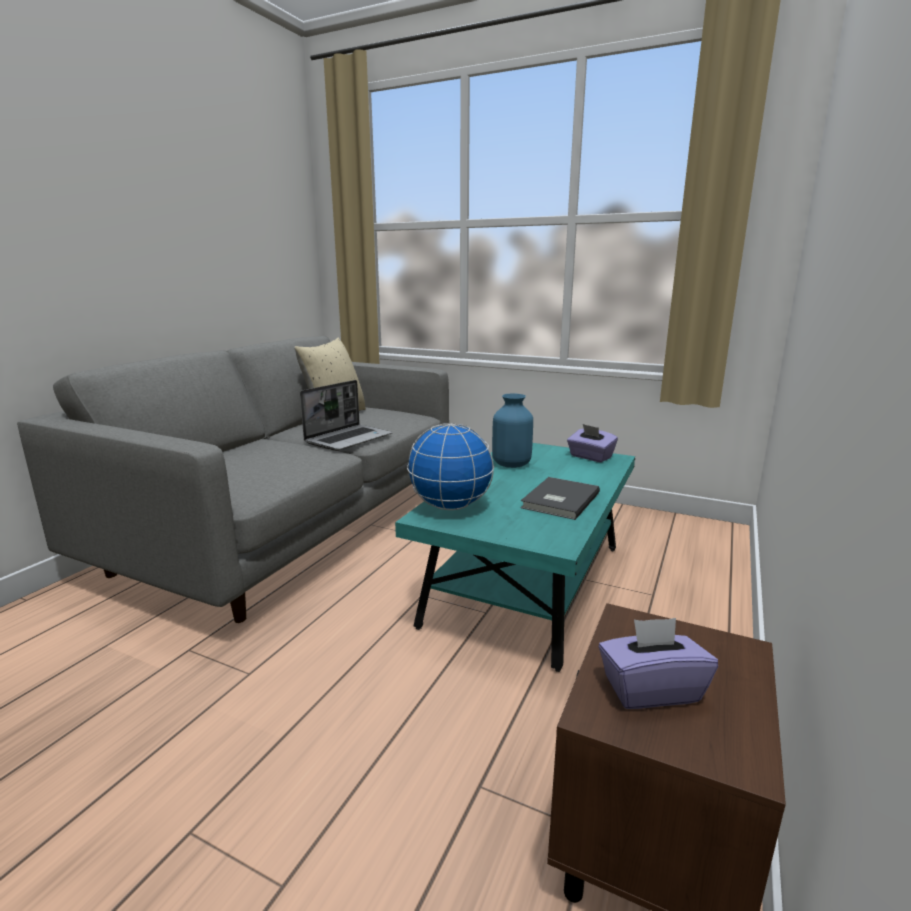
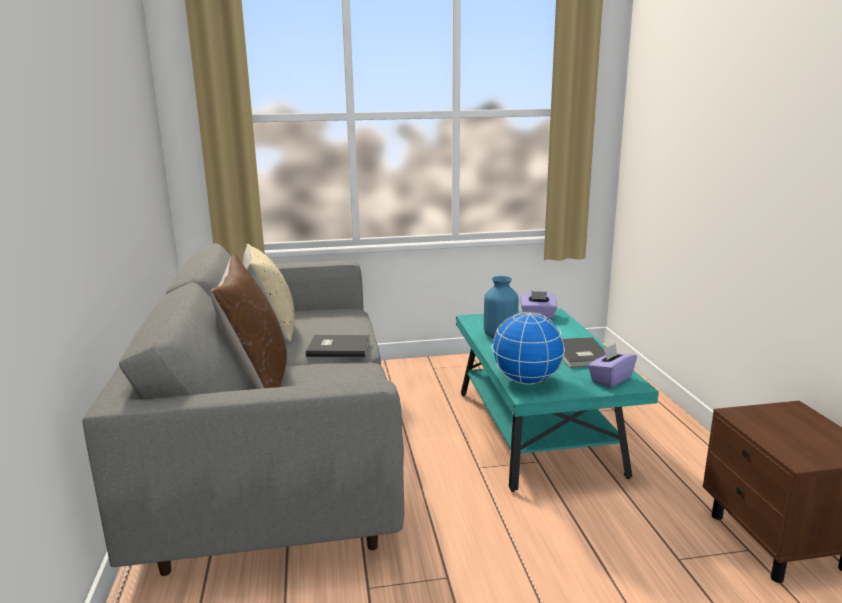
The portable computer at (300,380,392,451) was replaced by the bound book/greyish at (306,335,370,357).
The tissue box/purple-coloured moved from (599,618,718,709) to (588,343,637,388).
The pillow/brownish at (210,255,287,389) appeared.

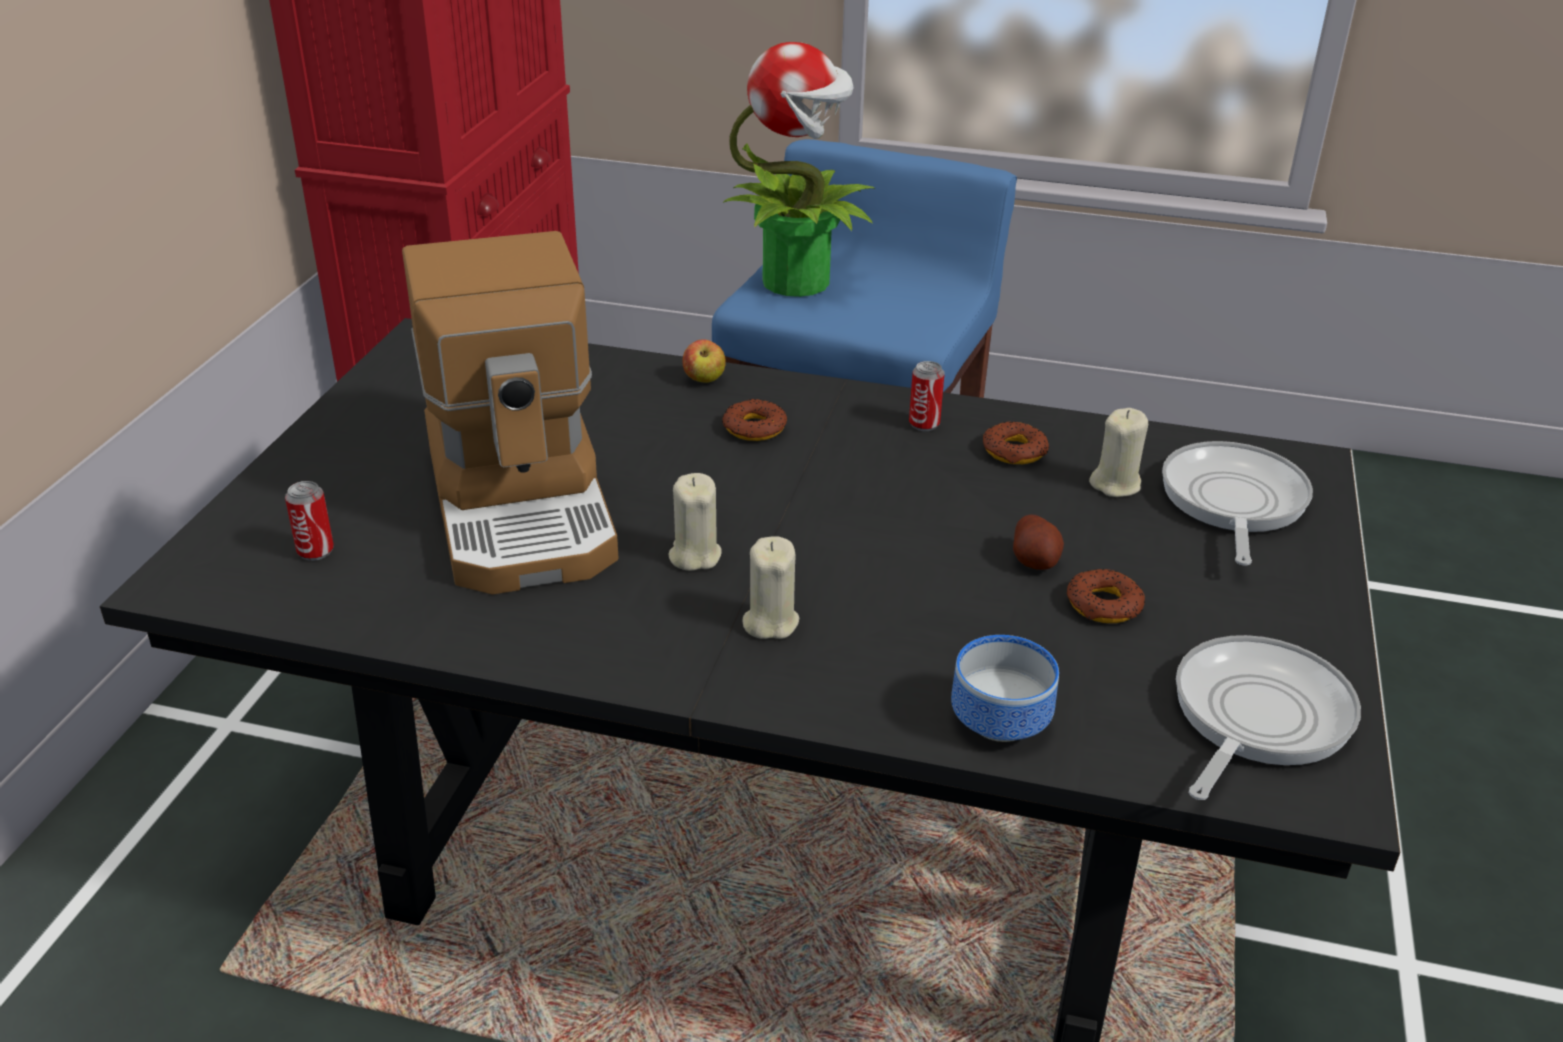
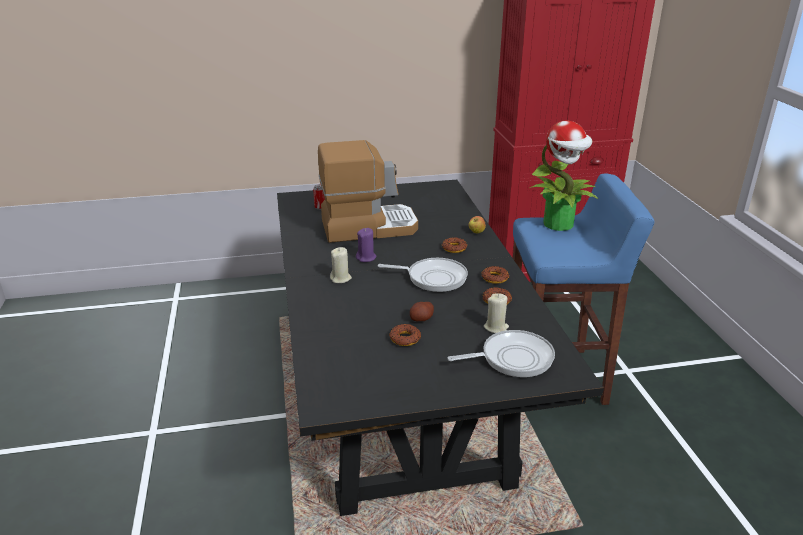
The coffee machine at (402,231,618,595) turned 150 degrees counterclockwise.
The wax light/beige-coloured at (668,473,722,571) became the wax light/purple-coloured at (356,228,376,262).
The metal can at (909,361,944,431) was replaced by the doughnut at (481,266,510,284).
The bowl at (951,635,1059,742) disappeared.
The skillet moved from (1176,635,1361,800) to (378,258,468,292).

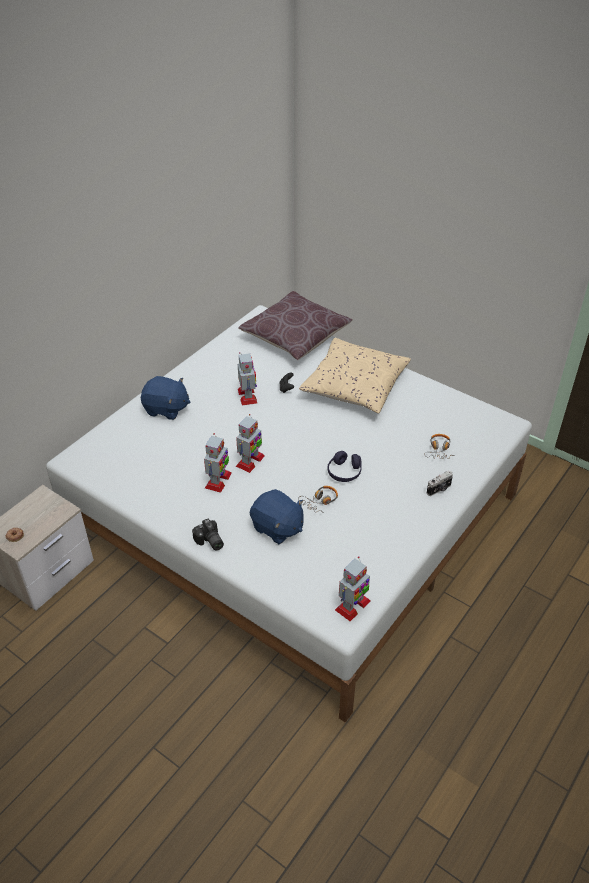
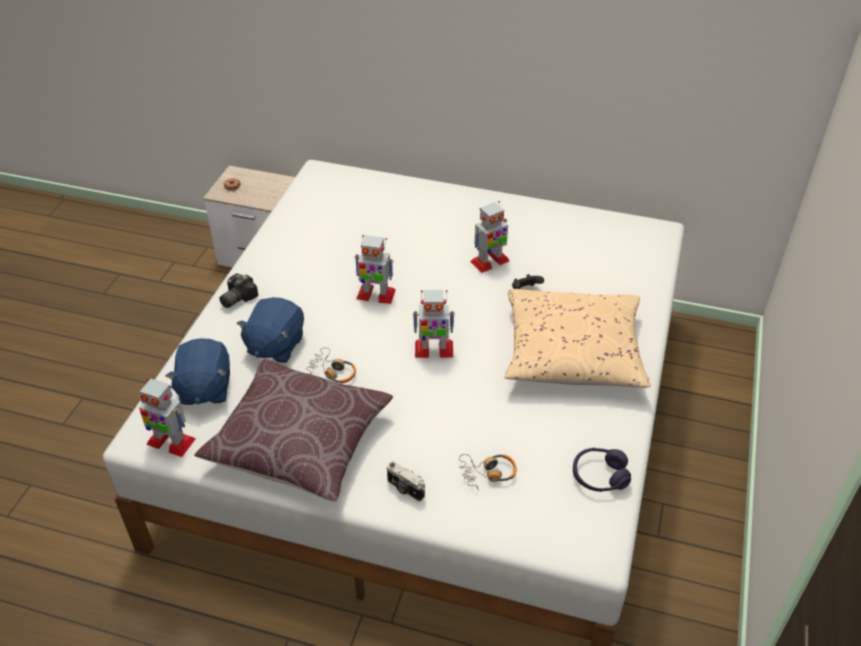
The cuddly toy/bluish moved from (141,376,190,420) to (165,338,230,405).
The model robot moved from (204,433,232,493) to (413,290,455,358).
The pillow/brownish moved from (238,291,353,360) to (194,359,393,502).
The headphones/purple-coloured moved from (328,451,362,482) to (573,448,631,492).

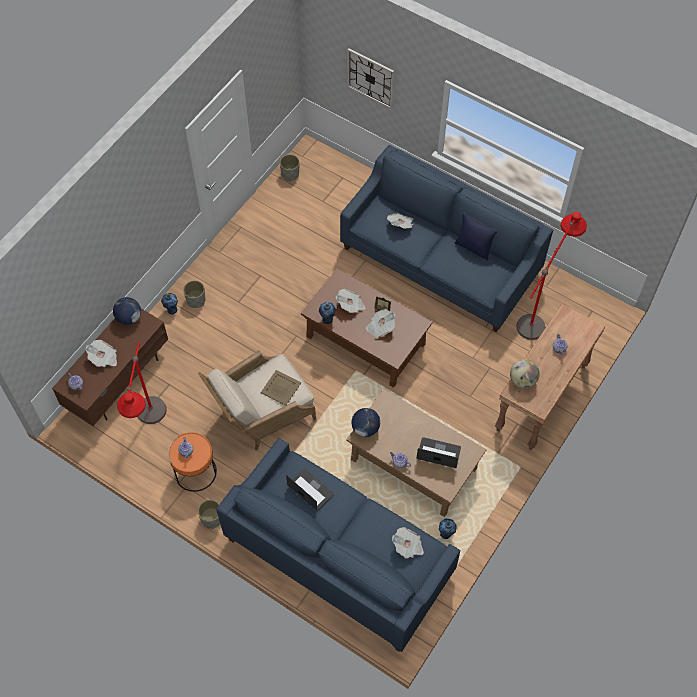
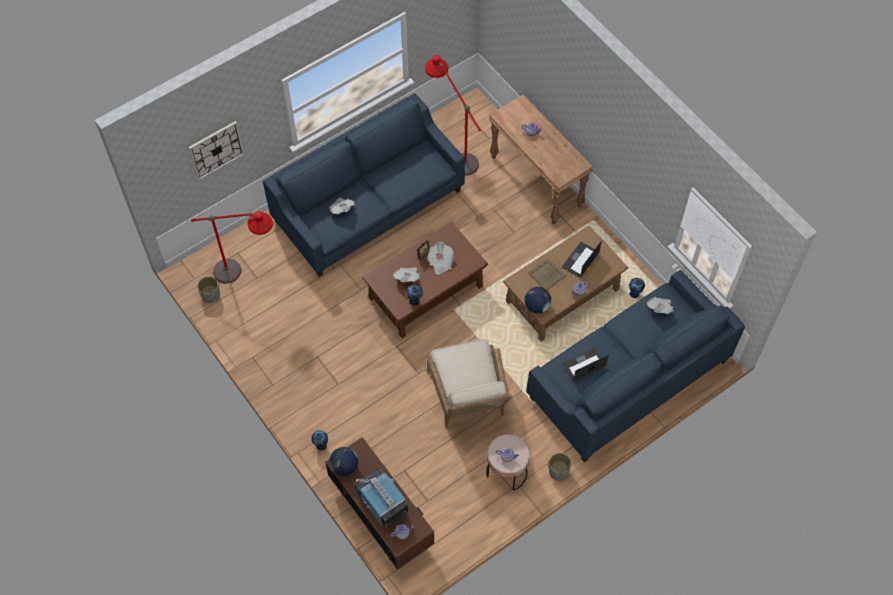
The newspaper at (86,340,117,367) was replaced by the TV set at (355,467,408,528).
The standing lamp/reddish moved from (117,343,167,424) to (191,211,273,283).
The side table/orange at (168,432,217,492) became the side table/pink at (486,434,530,490).
The plant pot/greyish at (183,280,205,308) disappeared.
The carrying tray/beige-coloured moved from (261,370,301,406) to (528,257,566,290).
The pillow/bluish at (455,213,498,260) disappeared.
The desk globe at (510,359,540,388) disappeared.

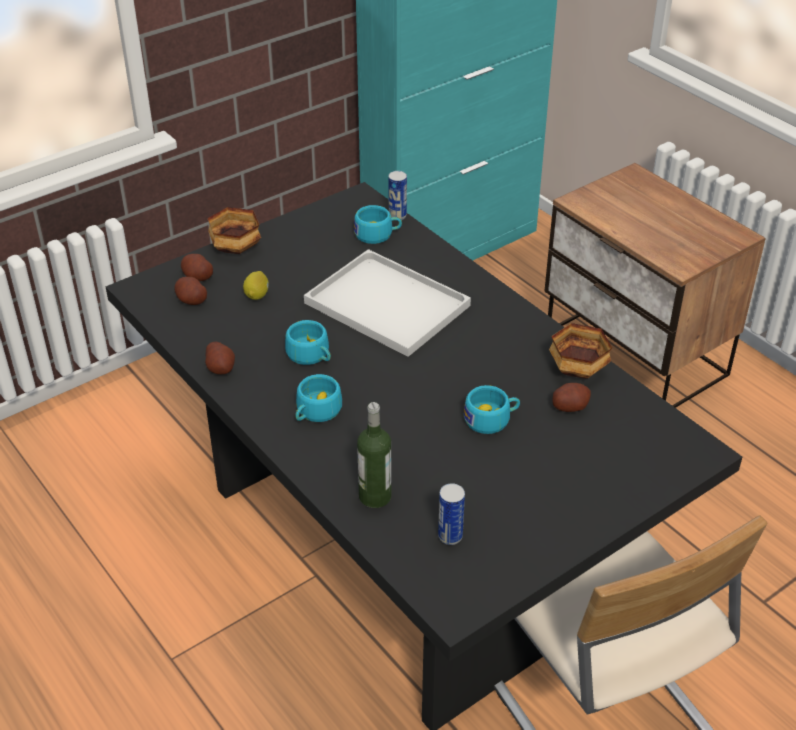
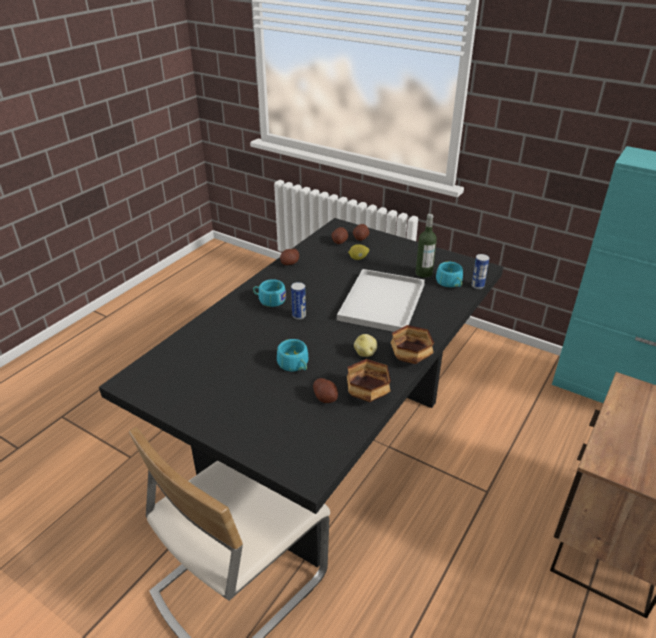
The bowl moved from (208,207,261,254) to (390,325,434,364).
The cup/turquoise at (285,320,331,365) disappeared.
The beverage bottle moved from (357,402,391,508) to (416,214,437,278).
The metal can moved from (438,483,465,545) to (291,282,306,320).
The whole potato at (354,334,377,357) appeared.

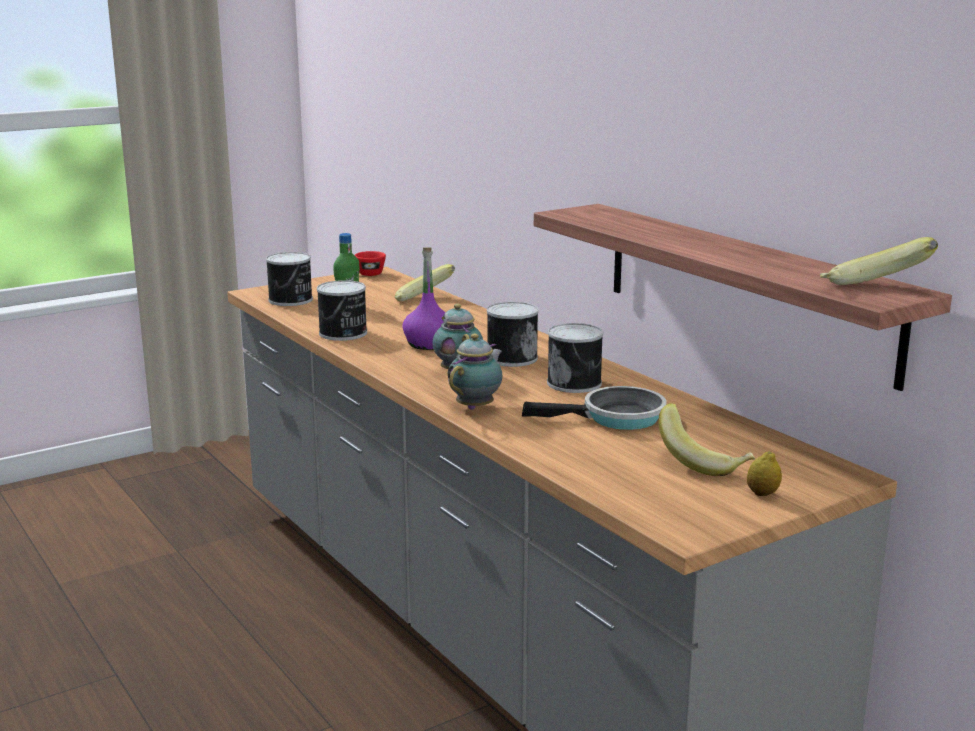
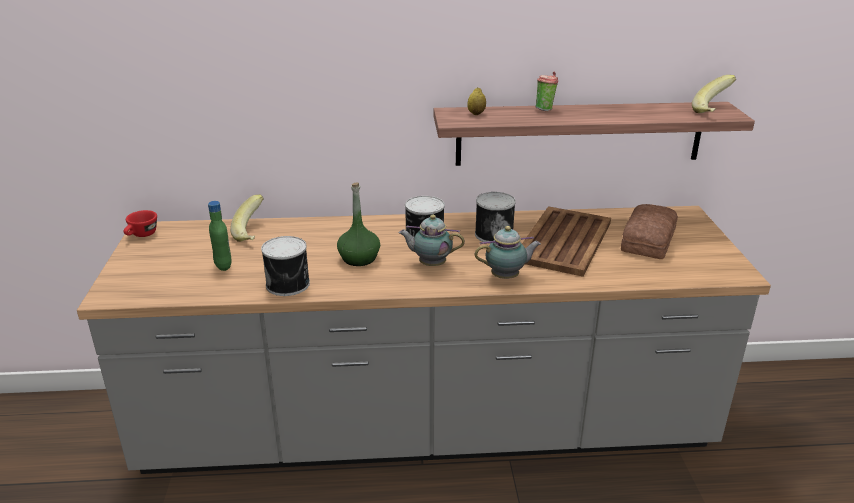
The metal can at (266,252,313,306) disappeared.
The beverage bottle/purple-coloured at (402,247,446,350) became the beverage bottle/greenish at (337,182,380,266).
The tea pot at (447,333,503,410) turned 105 degrees clockwise.
The skillet at (522,386,667,430) was replaced by the carrying tray/brownish at (522,206,611,277).
The whole banana at (658,403,755,476) was replaced by the bread at (621,204,678,259).
The whole lemon moved from (747,451,782,496) to (467,87,486,115).
The cup at (535,72,558,111) appeared.

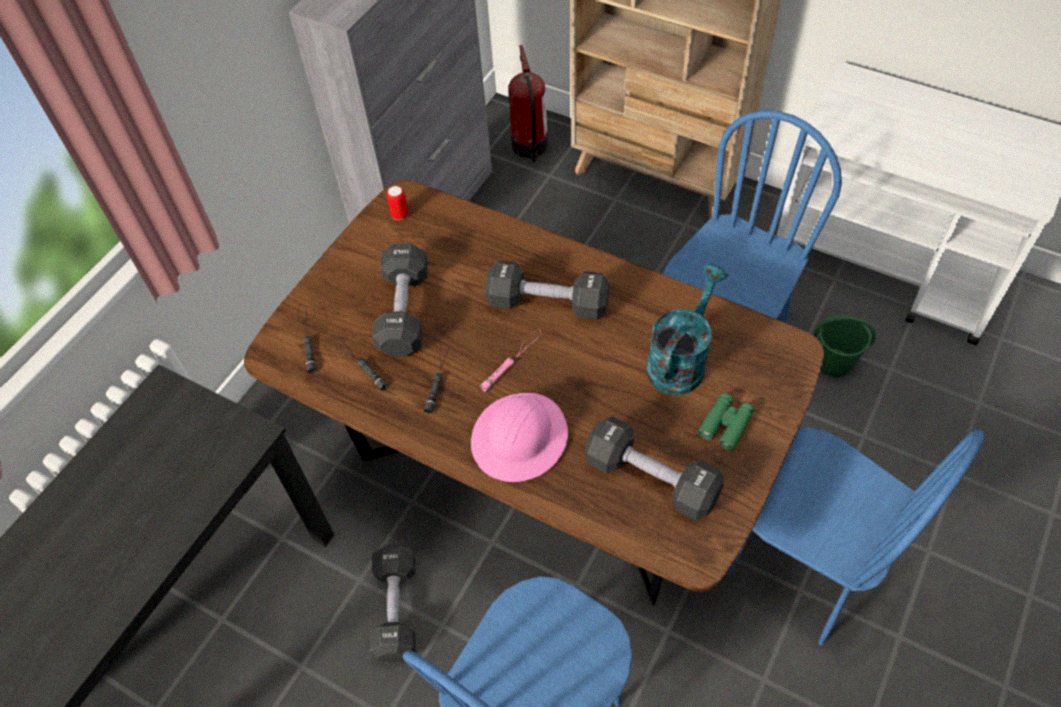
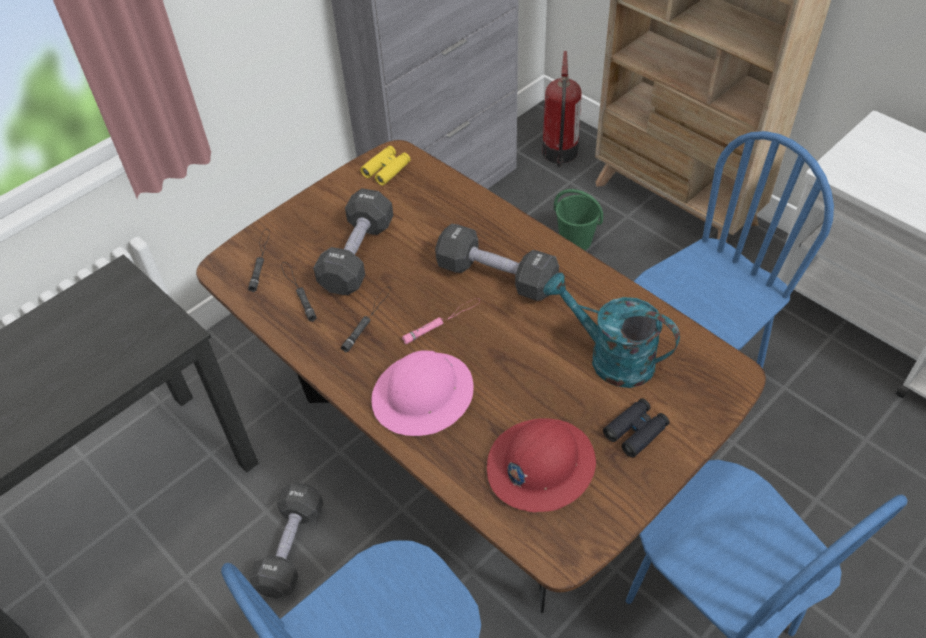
The metal can at (387,186,409,220) was replaced by the field glasses/yellow-coloured at (360,146,410,185).
The hand weight/black at (585,416,724,520) was replaced by the work helmet/reddish at (487,418,596,512).
The watering pot/turquoise at (646,264,729,395) turned 105 degrees counterclockwise.
The field glasses/greenish at (698,393,754,450) became the field glasses/black at (603,398,669,458).
The pail/greenish moved from (813,315,876,377) to (554,189,603,250).

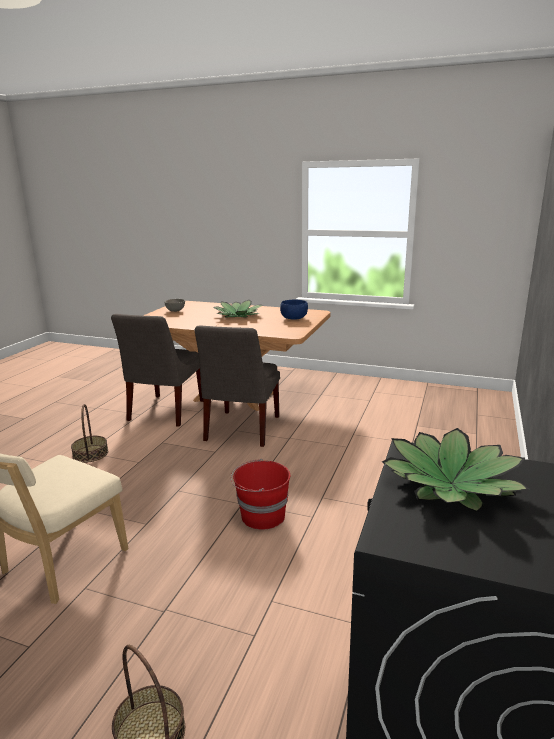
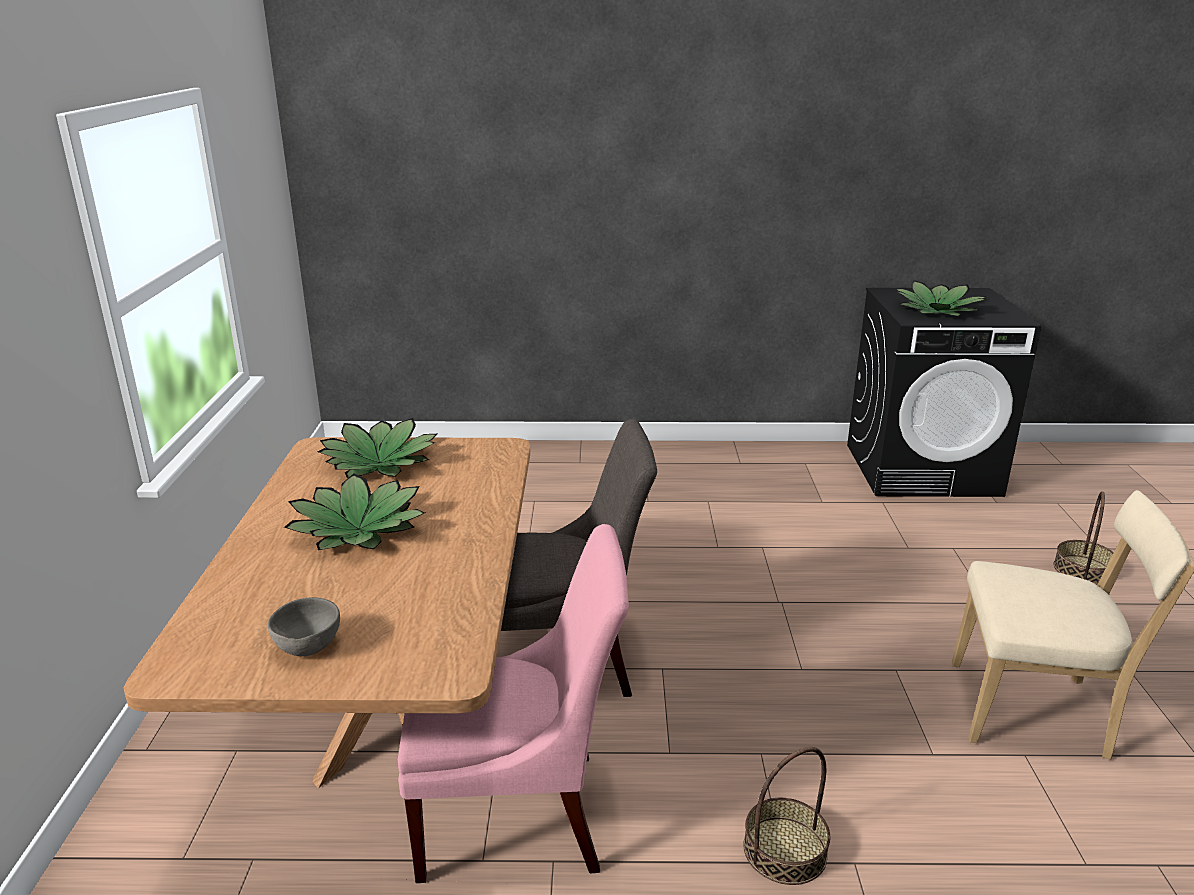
The upright chair/greyish at (111,314,203,427) became the upright chair/pink at (398,524,629,883).
The pail/reddish at (231,459,290,530) disappeared.
The bowl/bluish at (280,300,308,320) was replaced by the houseplant at (318,418,437,478).

